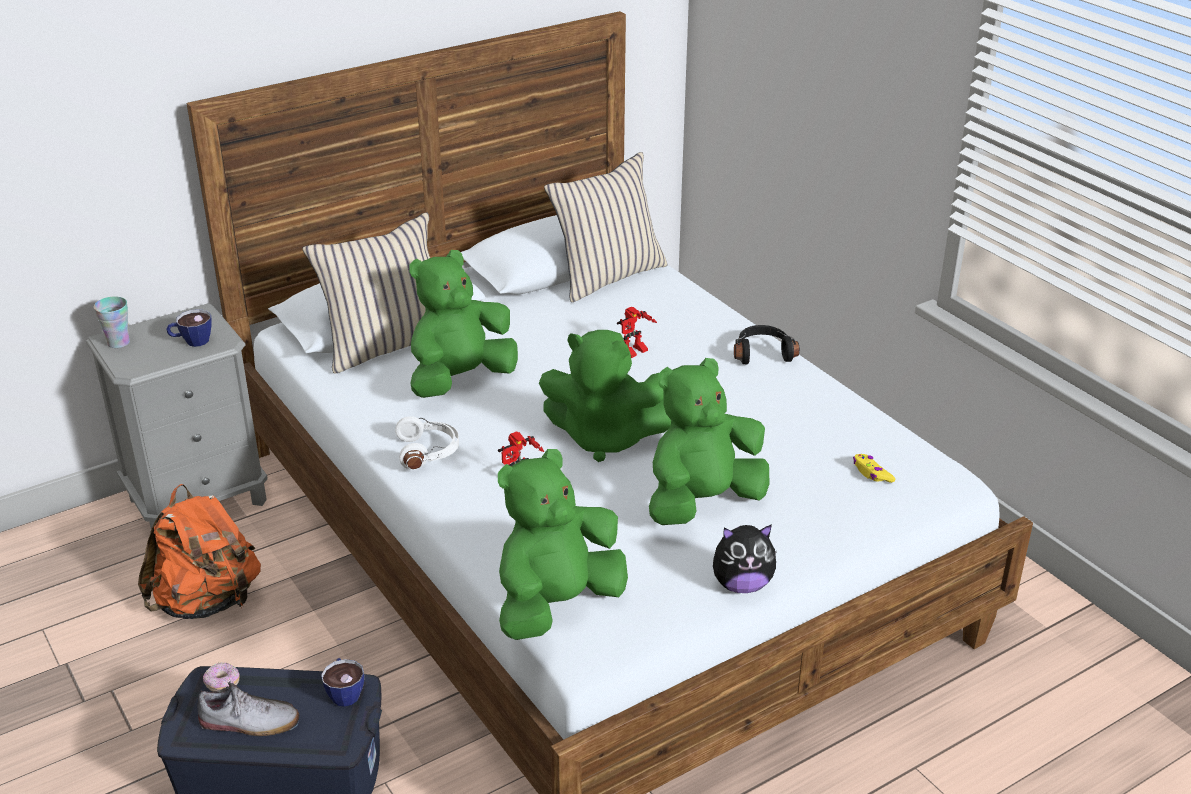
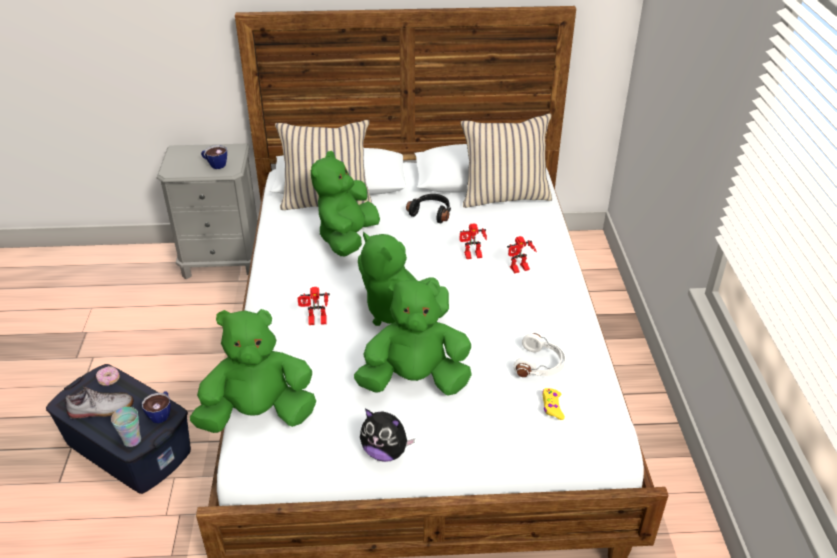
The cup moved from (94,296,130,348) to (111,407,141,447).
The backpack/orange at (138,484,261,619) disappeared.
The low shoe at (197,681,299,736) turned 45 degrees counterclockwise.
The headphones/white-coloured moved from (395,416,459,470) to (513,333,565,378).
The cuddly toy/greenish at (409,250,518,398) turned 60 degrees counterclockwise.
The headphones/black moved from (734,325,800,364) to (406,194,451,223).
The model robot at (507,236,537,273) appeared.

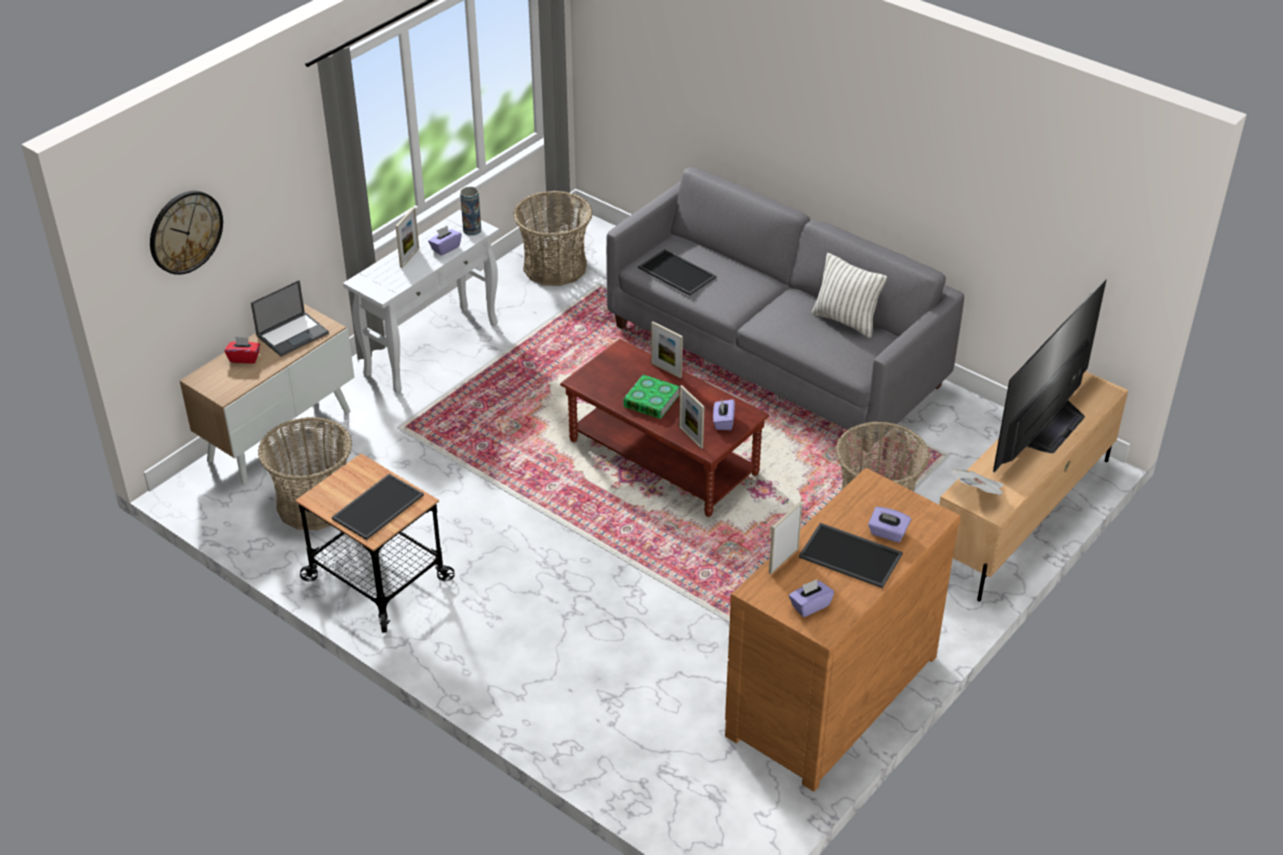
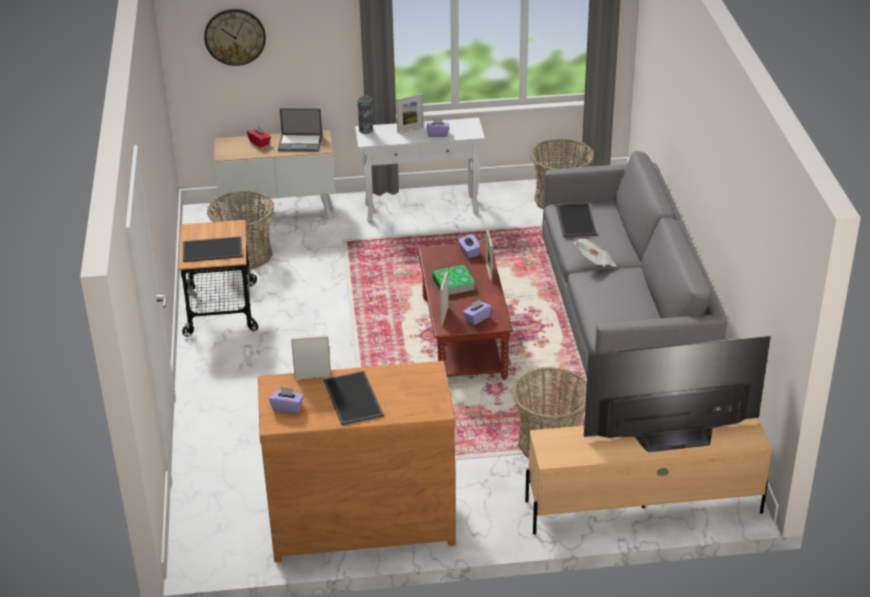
The decorative vase moved from (460,187,481,236) to (357,96,373,134).
The pillow at (812,253,887,338) disappeared.
The tissue box/purple-coloured moved from (868,507,911,543) to (458,234,481,258).
The newspaper moved from (951,469,1004,495) to (574,239,617,267).

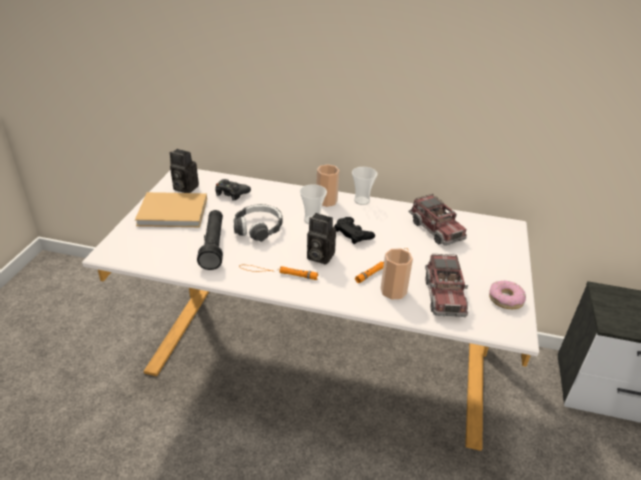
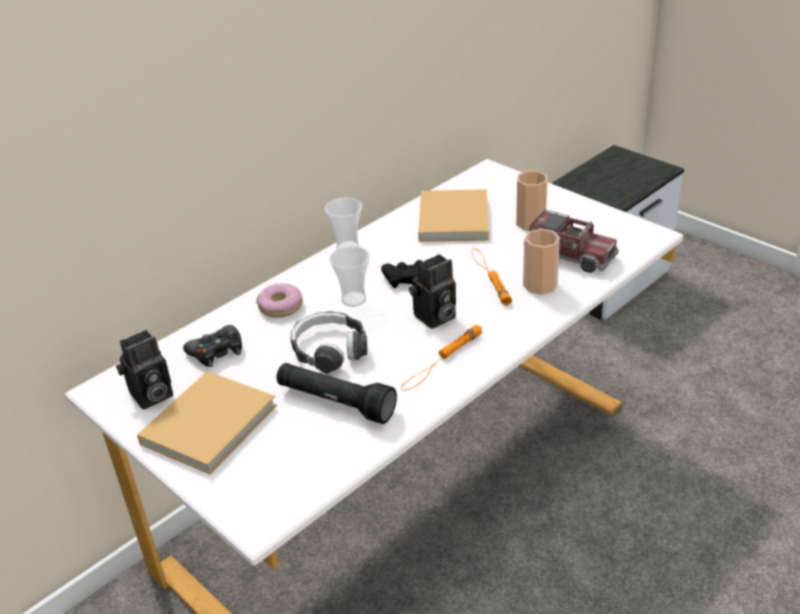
The cup moved from (316,164,339,207) to (516,171,547,230).
The model truck at (409,194,467,246) was replaced by the bound book/beige-coloured at (418,189,489,242).
The doughnut moved from (489,281,526,309) to (256,283,303,318).

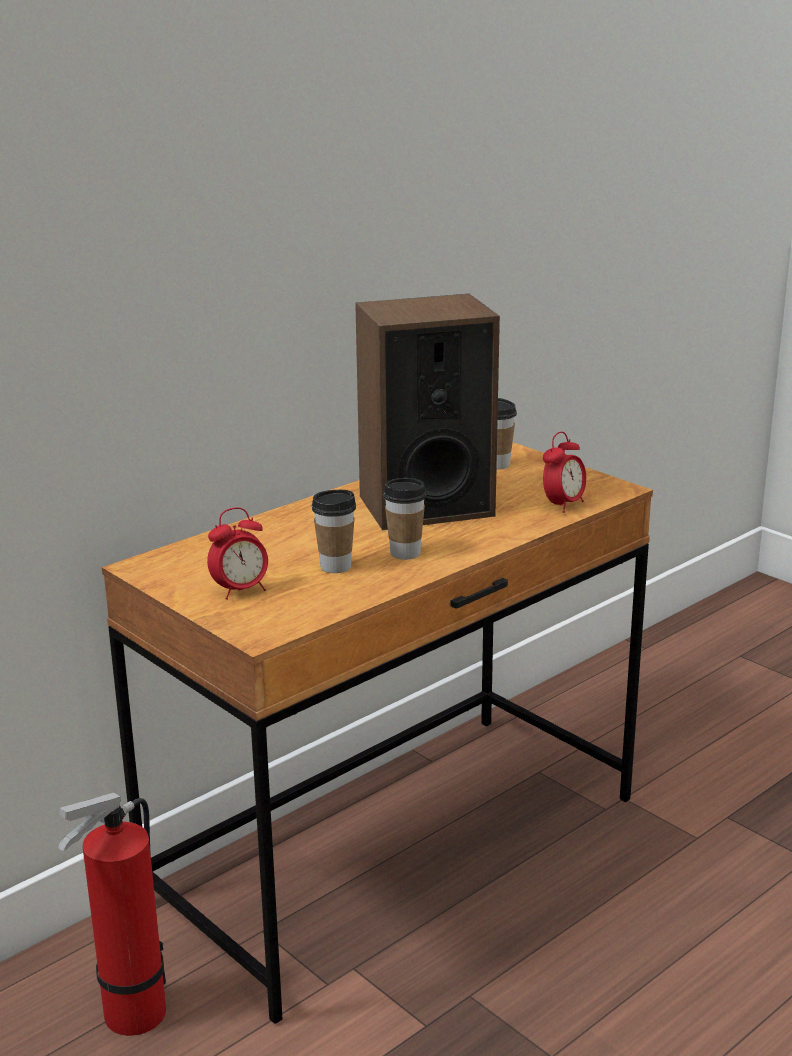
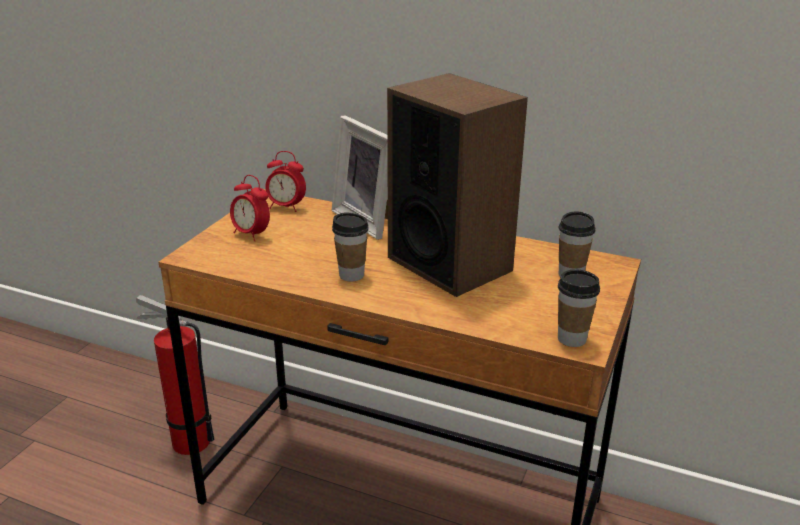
The cup moved from (312,490,356,573) to (558,269,600,347).
The bedside clock moved from (543,432,586,513) to (265,151,306,212).
The standing frame at (332,116,388,240) appeared.

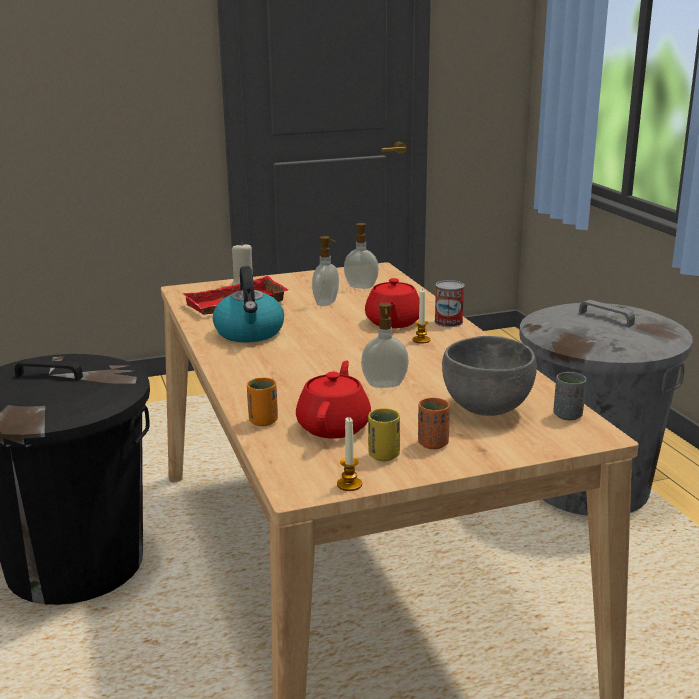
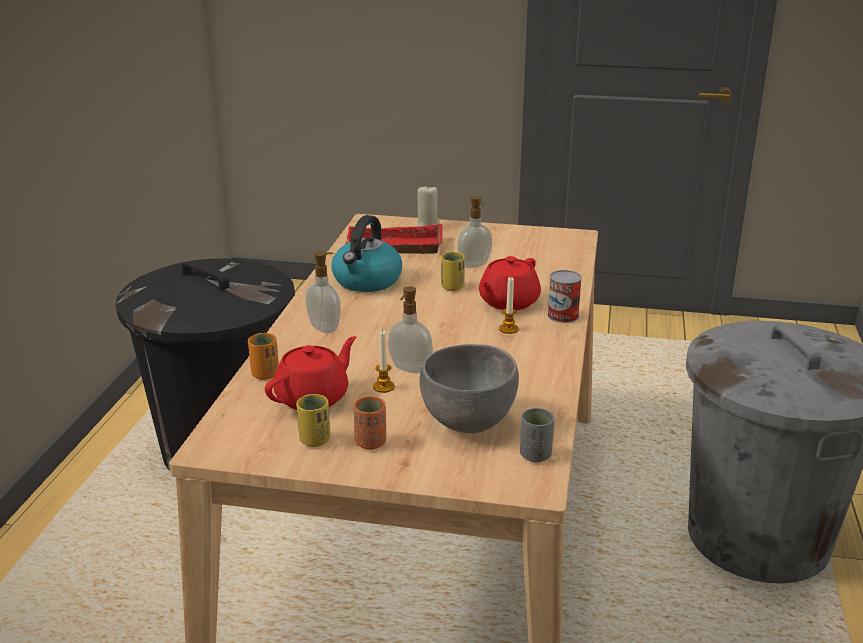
The wax light moved from (337,417,362,491) to (373,330,395,393).
The soap bottle moved from (344,223,379,289) to (306,251,341,333).
The cup/yellow-coloured at (441,252,465,291) appeared.

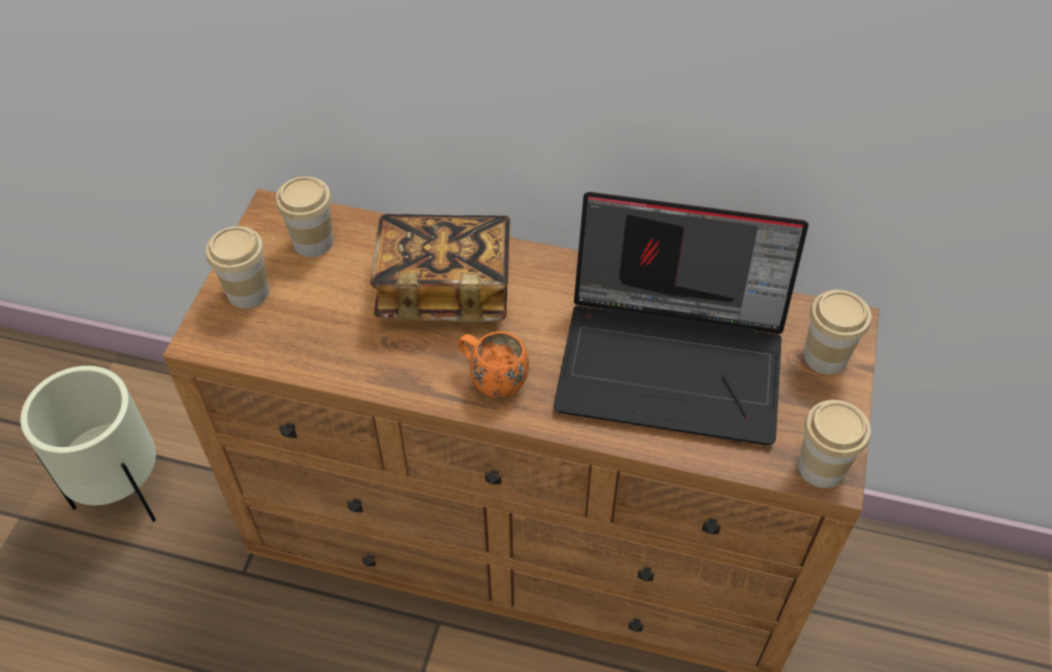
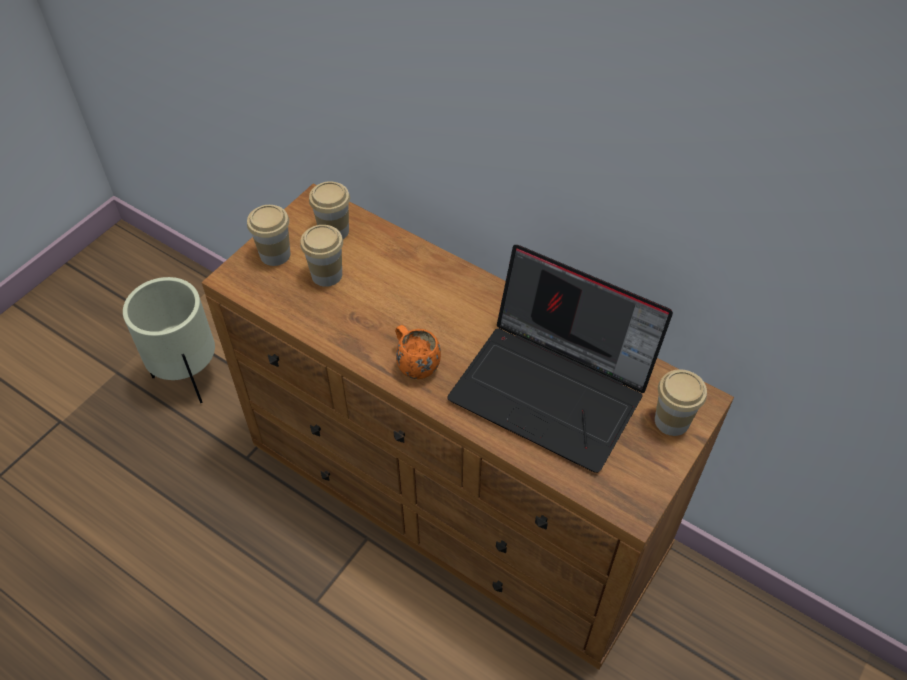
The bound book at (370,214,510,323) disappeared.
The cup moved from (798,400,871,488) to (300,225,343,287).

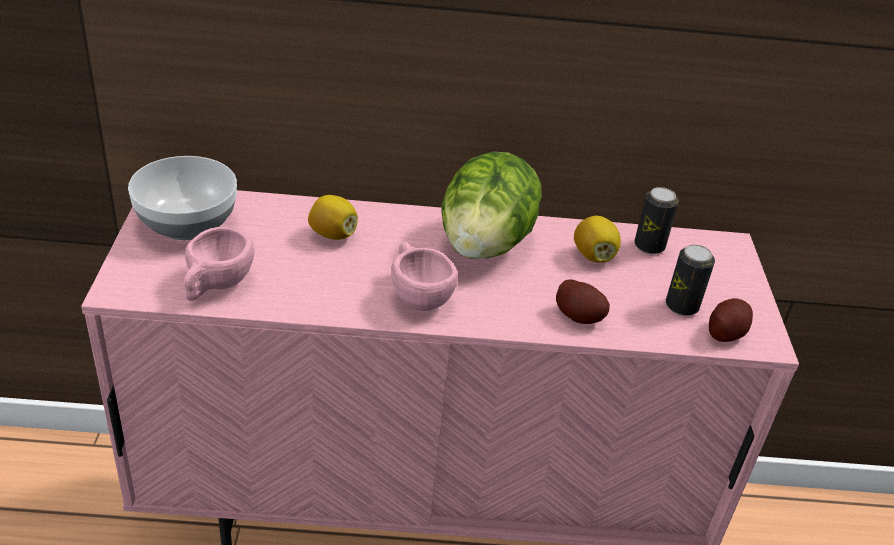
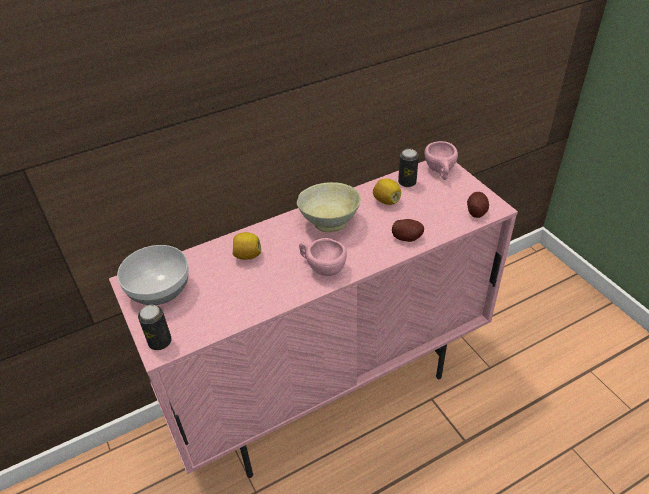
The cup/pink moved from (184,227,254,301) to (425,141,458,180).
The head of lettuce at (441,151,542,260) was replaced by the bowl/beige-coloured at (297,182,361,232).
The metal can moved from (666,244,715,316) to (138,305,172,350).

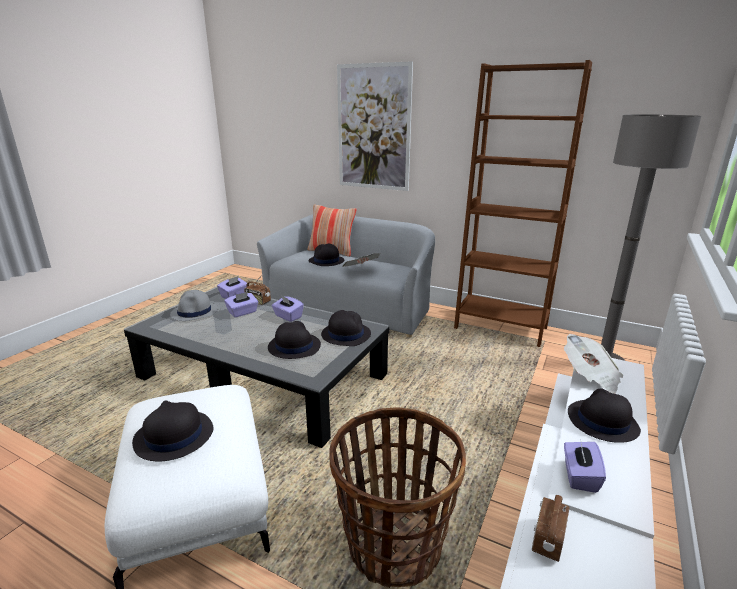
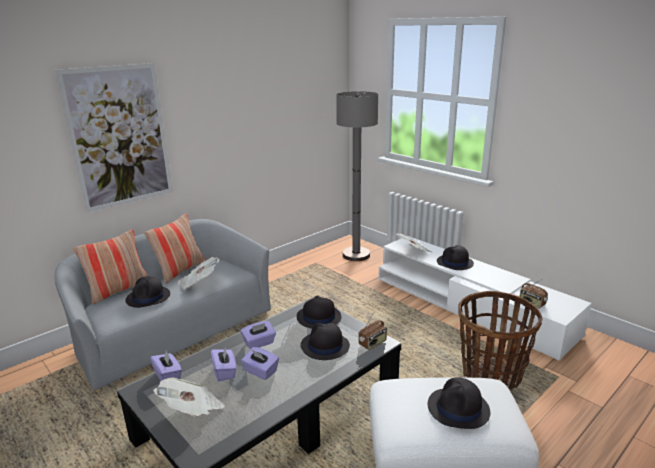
The wearable hat/greyish at (170,290,218,321) was replaced by the newspaper at (153,377,225,416).
The radio set moved from (244,275,271,305) to (358,312,387,350).
The bookcase/brownish at (454,60,592,347) disappeared.
The tissue box/purple-coloured moved from (564,439,606,493) to (241,347,279,380).
The pillow at (144,214,206,284) appeared.

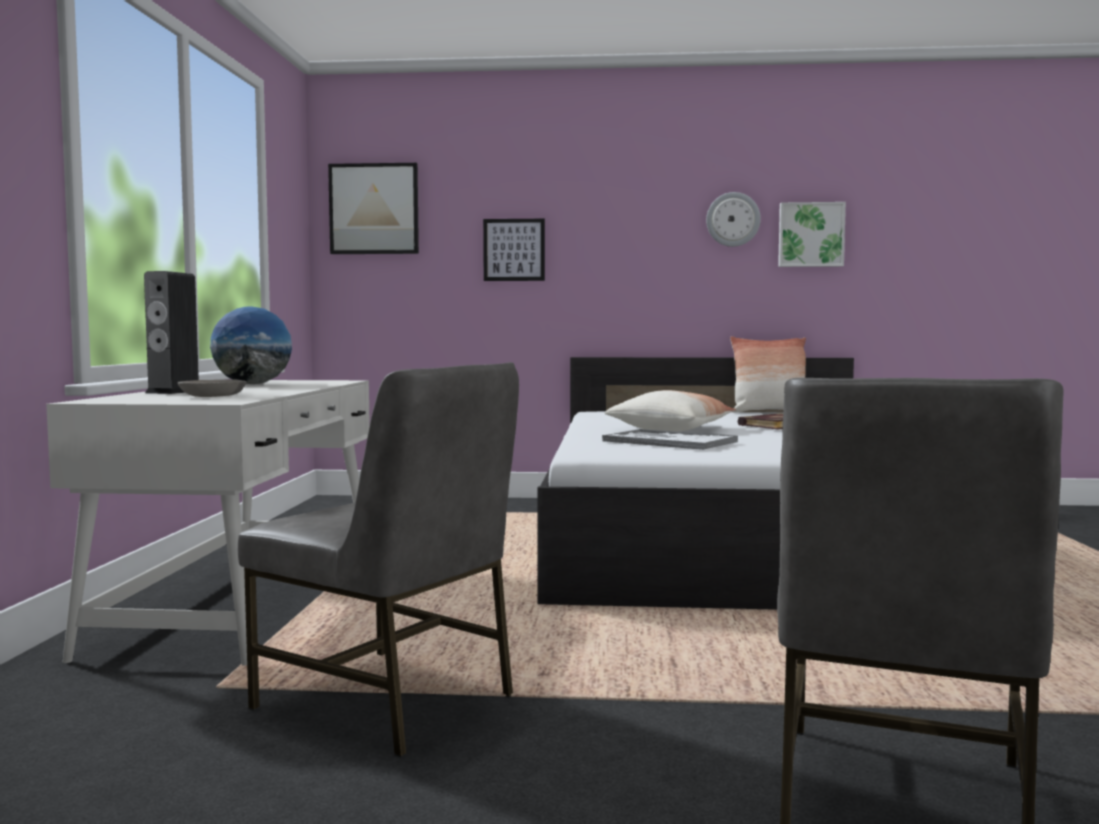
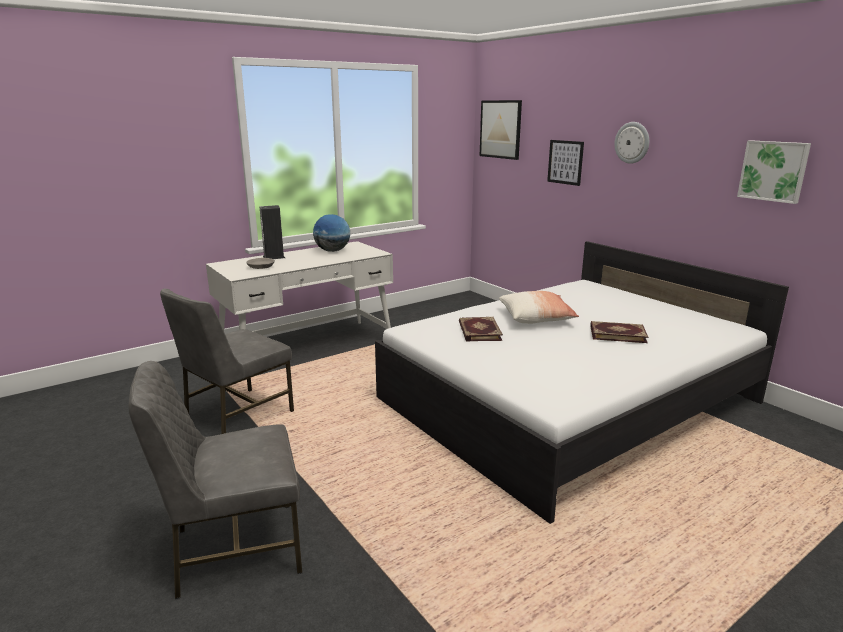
The upright chair/greyish at (238,362,519,758) turned 45 degrees clockwise.
The carrying tray at (602,429,738,450) was replaced by the bound book at (459,317,503,342).
The hanging clock moved from (706,192,761,247) to (615,122,649,164).
The pillow at (730,336,806,413) disappeared.

